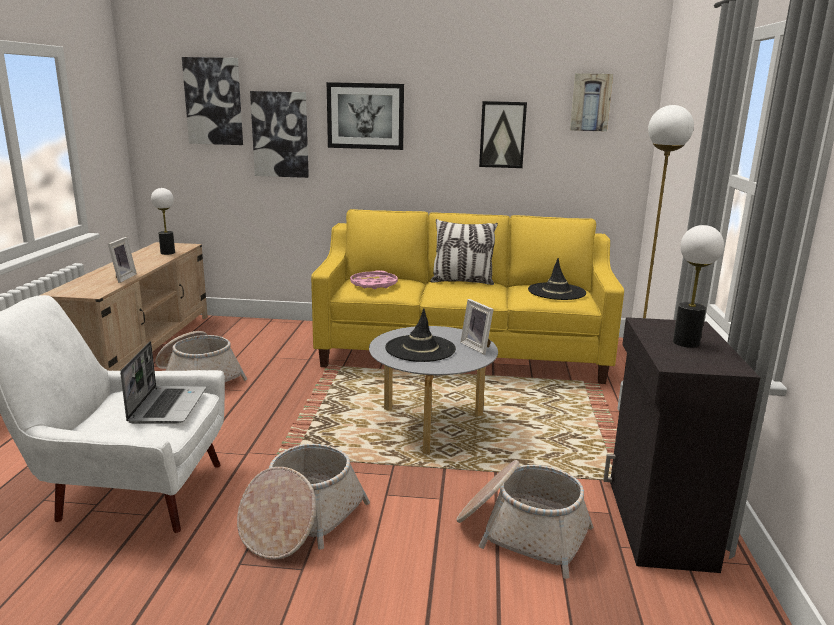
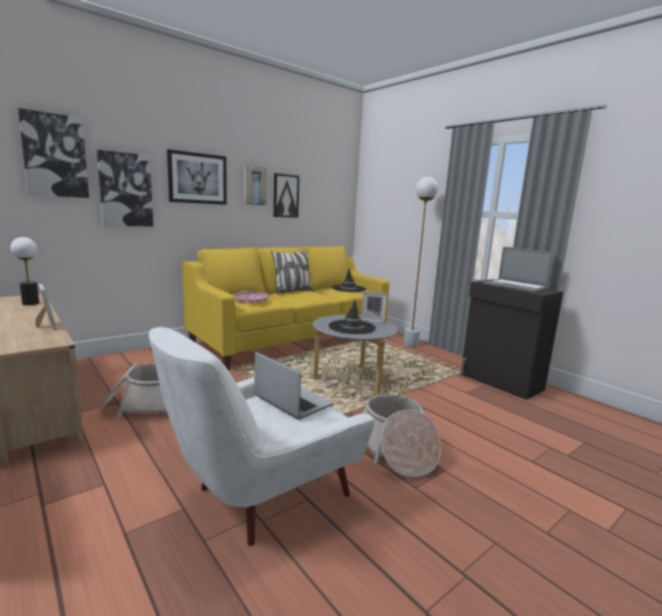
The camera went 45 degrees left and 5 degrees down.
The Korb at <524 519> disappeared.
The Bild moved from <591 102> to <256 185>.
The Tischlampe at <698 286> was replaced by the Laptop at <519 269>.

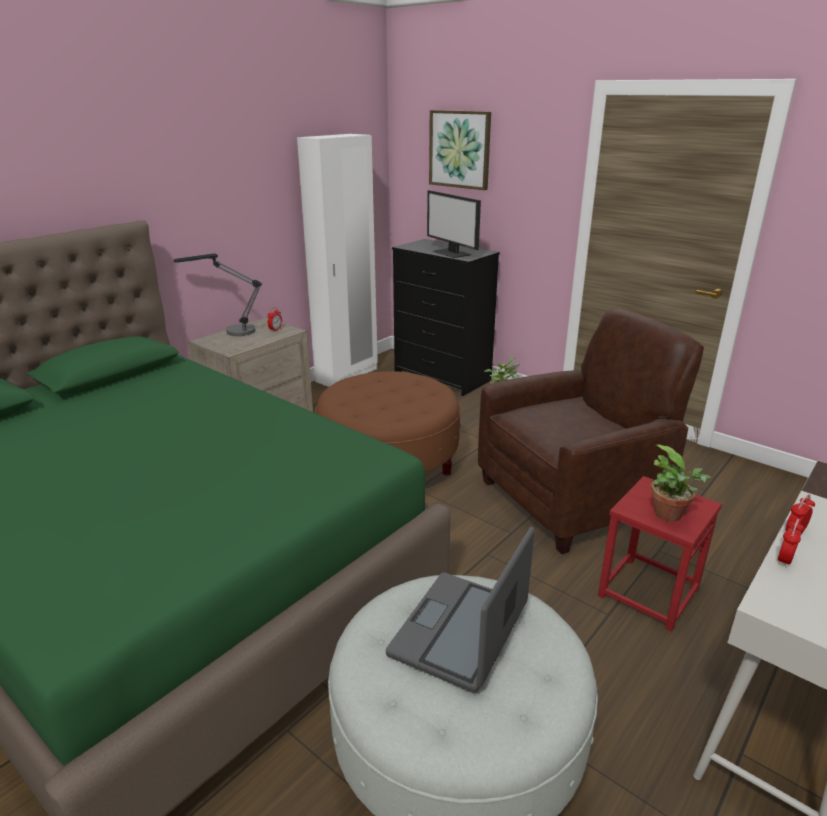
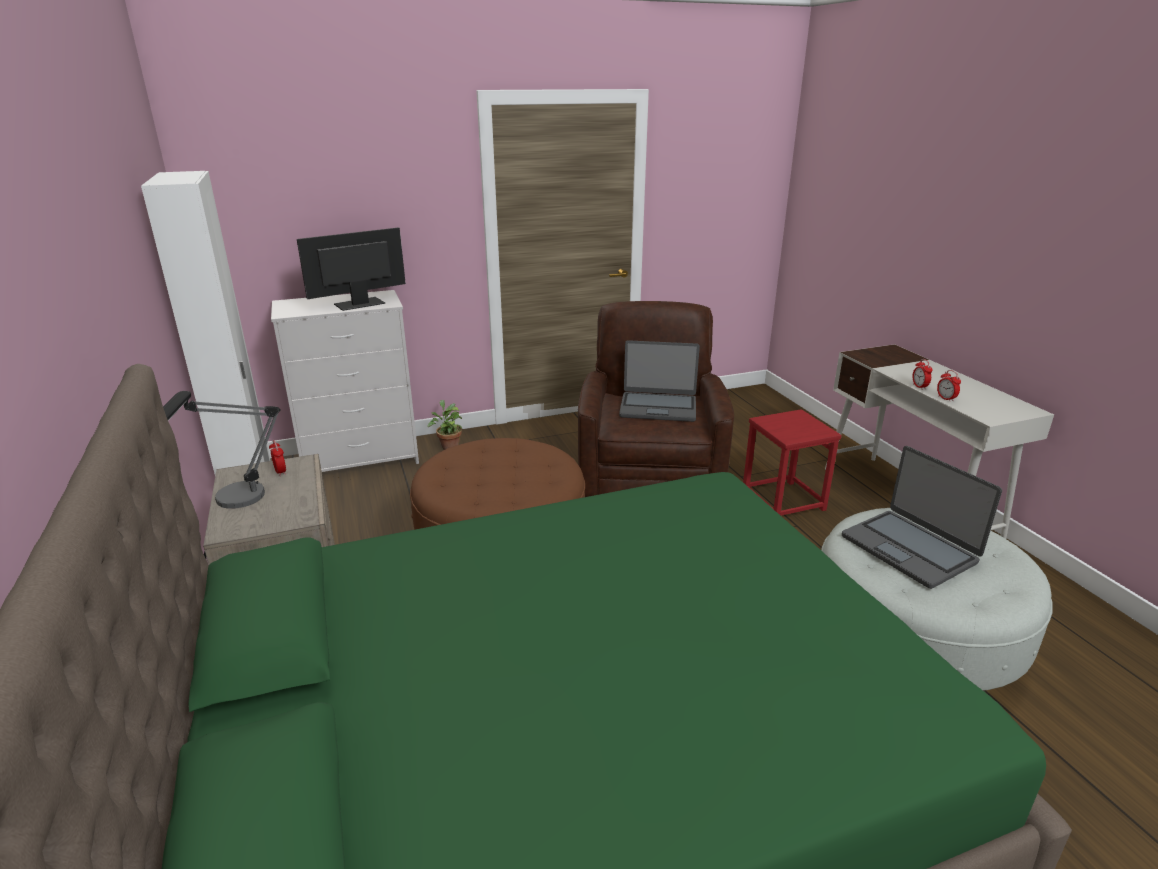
The camera went 60 degrees left and 0 degrees up.
The Bild at <460 150> disappeared.
The Topfpflanze at <680 483> disappeared.
The Laptop at <659 381> appeared.
The Kommode/schwarz at <446 317> became the Kommode/weiß at <345 381>.
The Monitor at <454 224> turned 150 degrees clockwise.

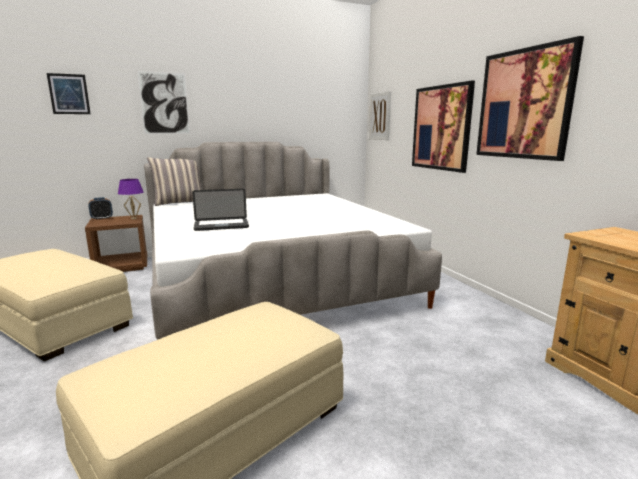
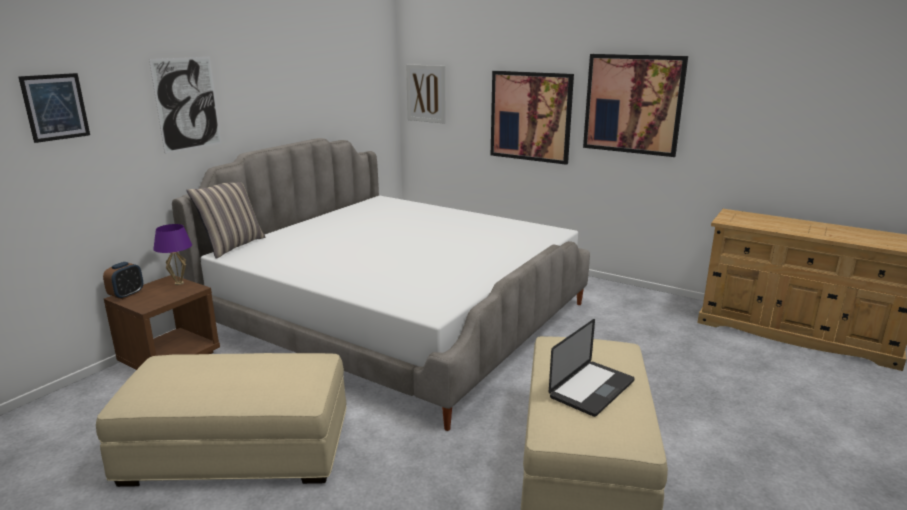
The camera went 35 degrees left and 5 degrees up.
The Laptop moved from <220 210> to <592 368>.

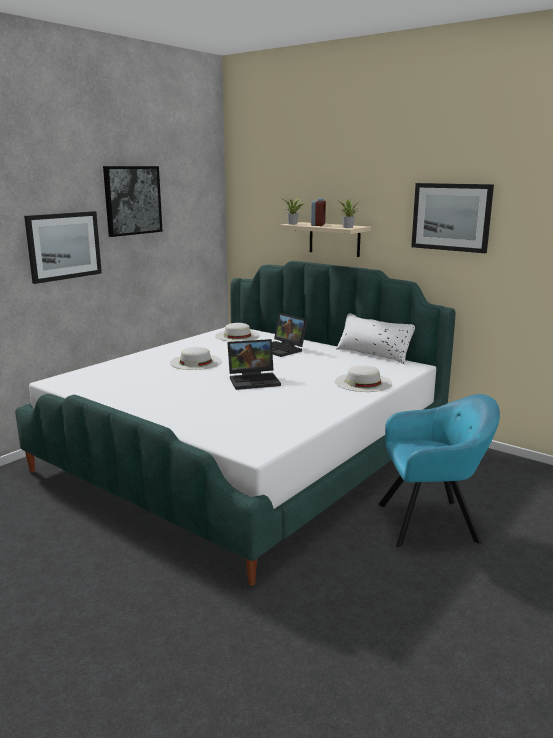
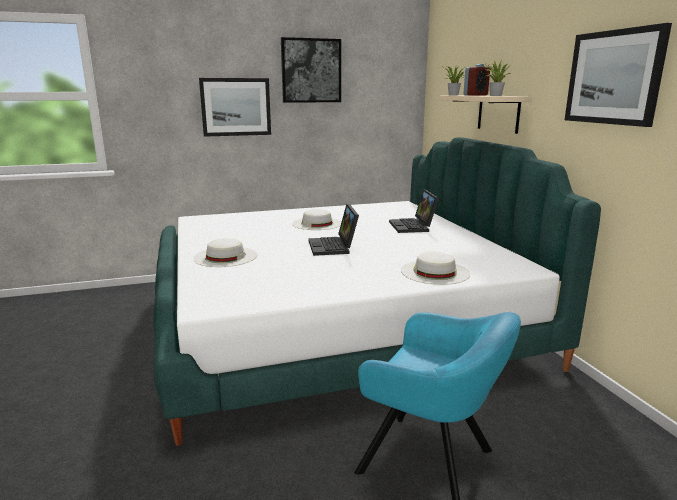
The camera went 35 degrees right and 0 degrees up.
The Kissen/weiß at <375 338> disappeared.
The Hut/weiß moved from <237 332> to <225 252>.
The Laptop at <254 364> turned 60 degrees clockwise.

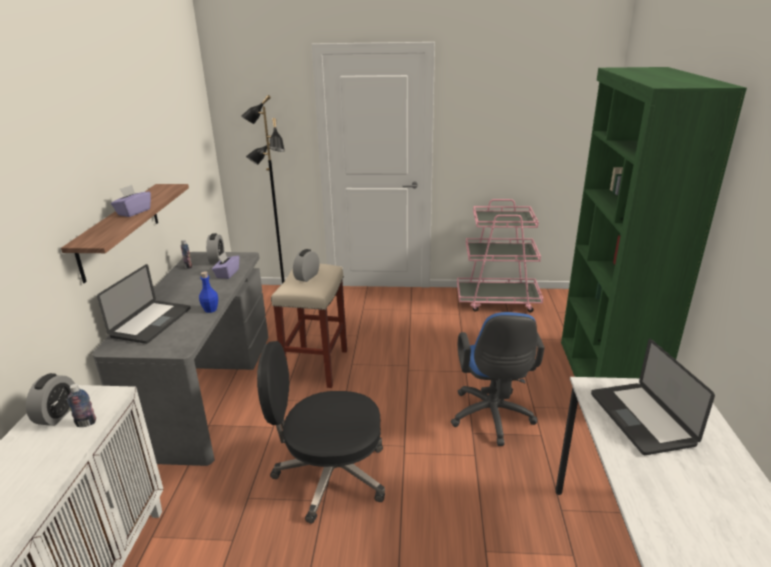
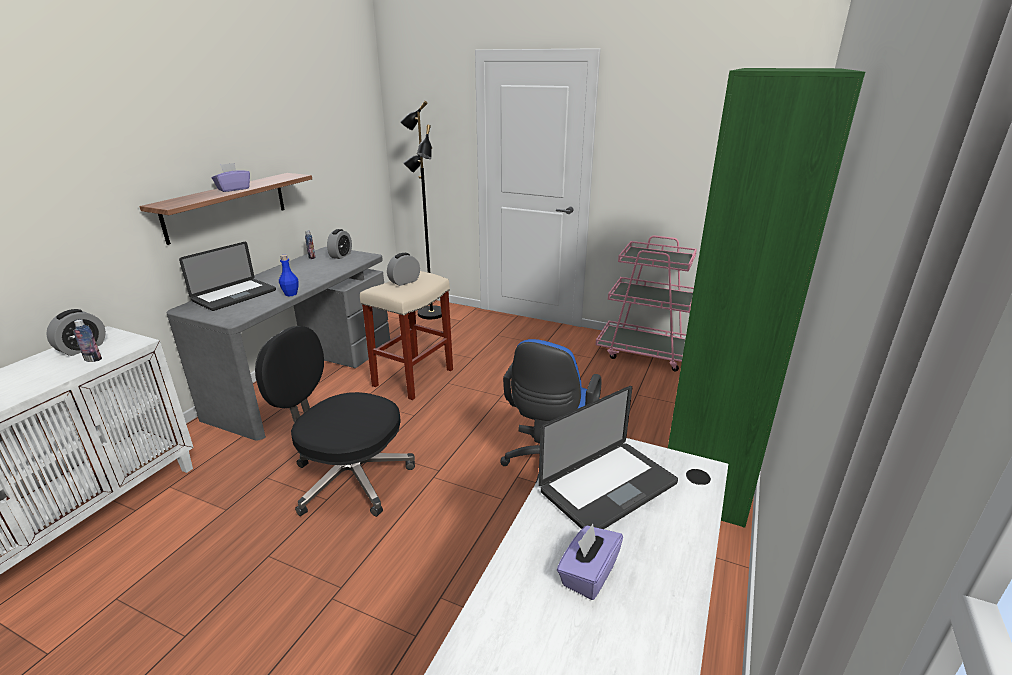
The camera went 20 degrees right and 0 degrees up.
The Taschentuchbox/lila moved from <225 265> to <590 562>.
The Laptop at <653 397> turned 135 degrees counterclockwise.

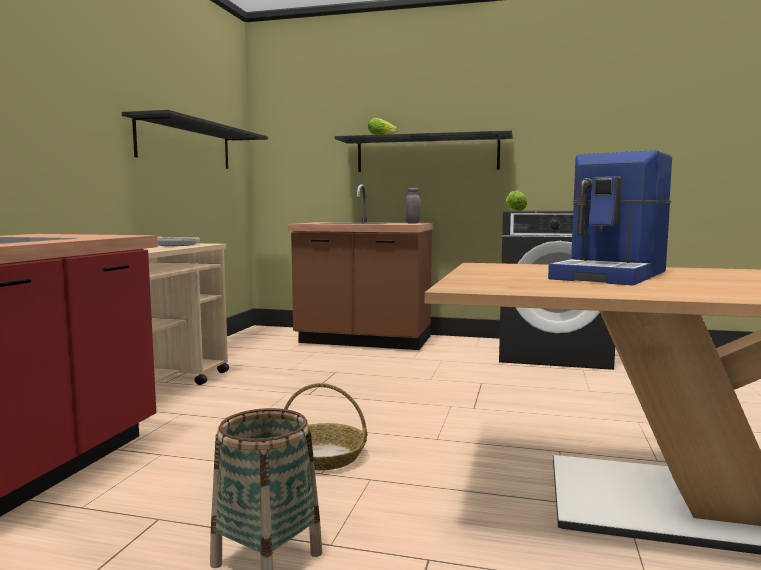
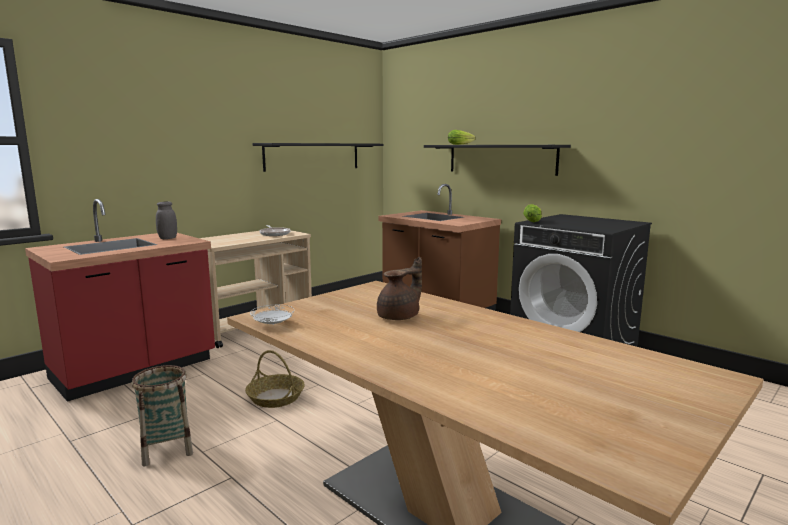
The camera went 30 degrees right and 5 degrees up.
The Teller/weiß at <272 315> appeared.
The Vorratsglas/grau moved from <413 206> to <166 220>.
The Kaffeemaschine at <610 217> was replaced by the Teekanne/braun at <399 288>.

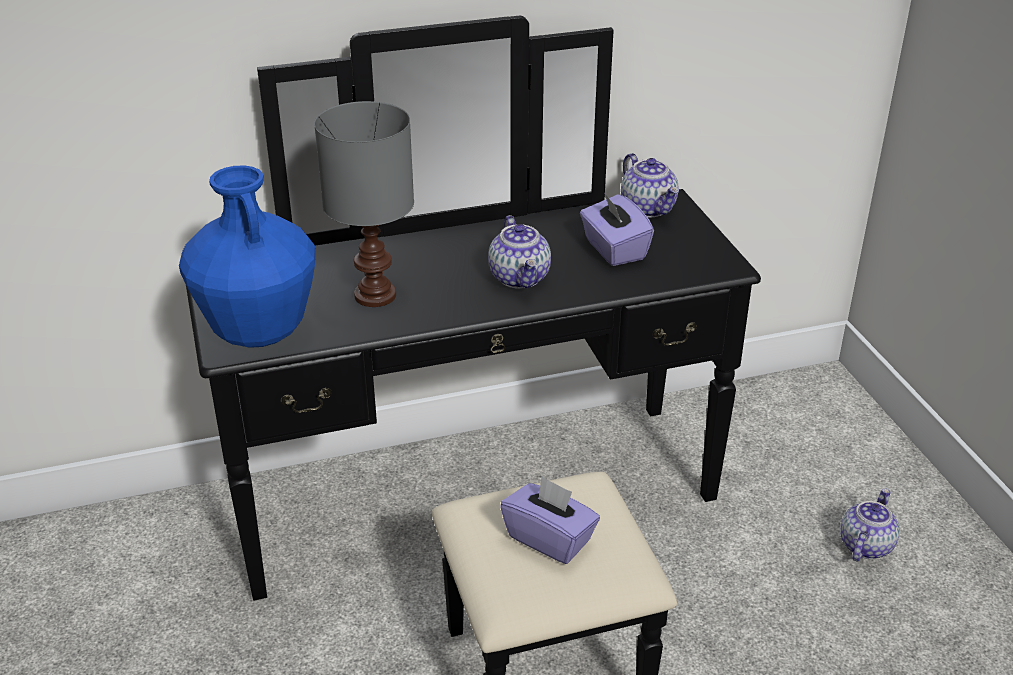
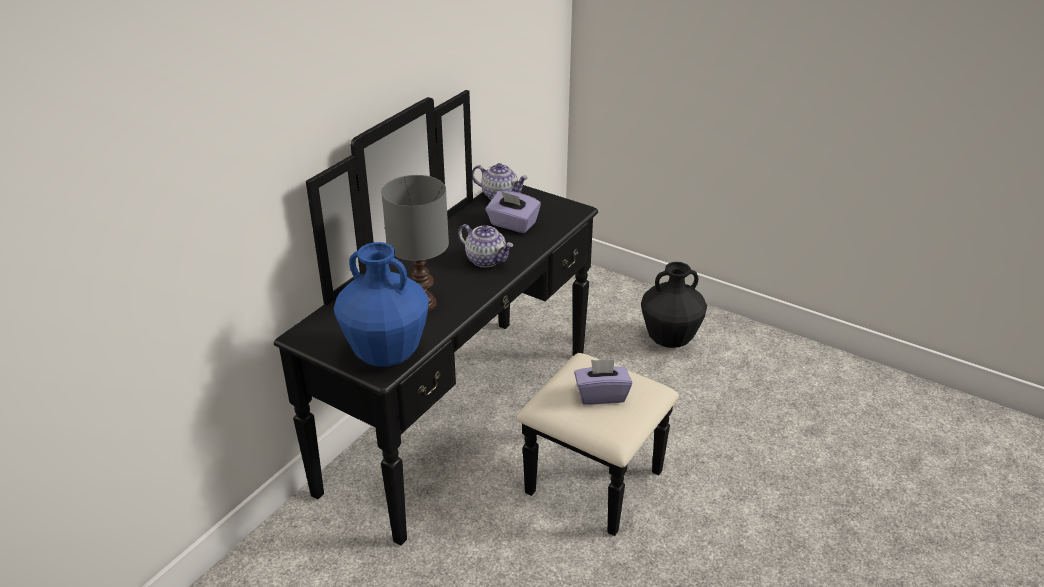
The camera went 40 degrees left and 0 degrees up.
The Teekanne at <870 525> was replaced by the Vase/schwarz at <674 305>.

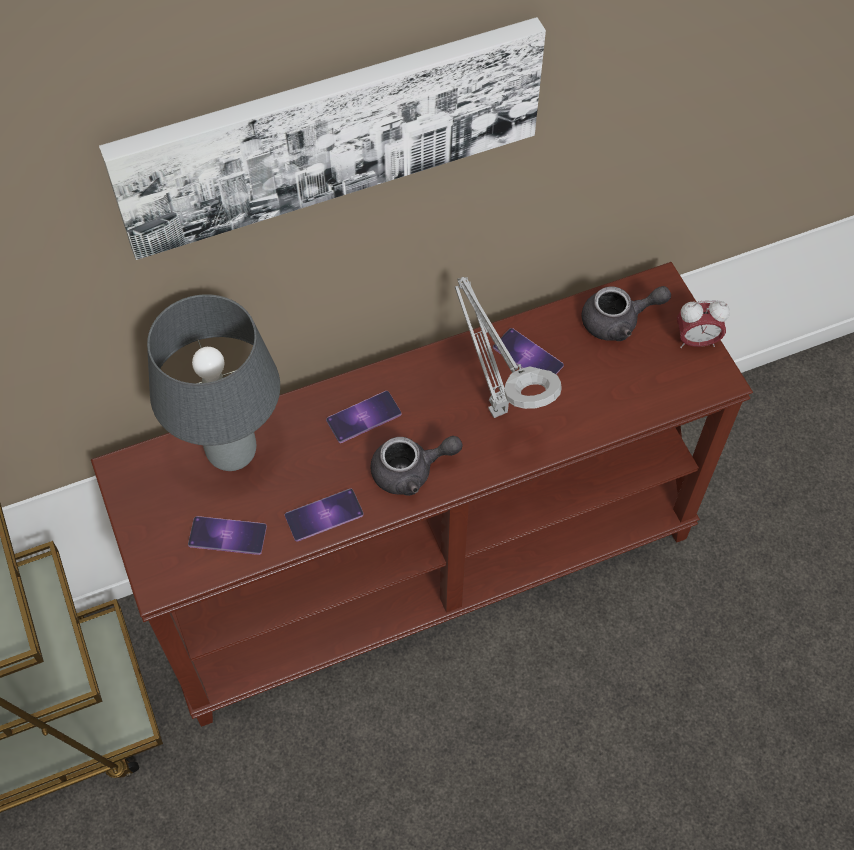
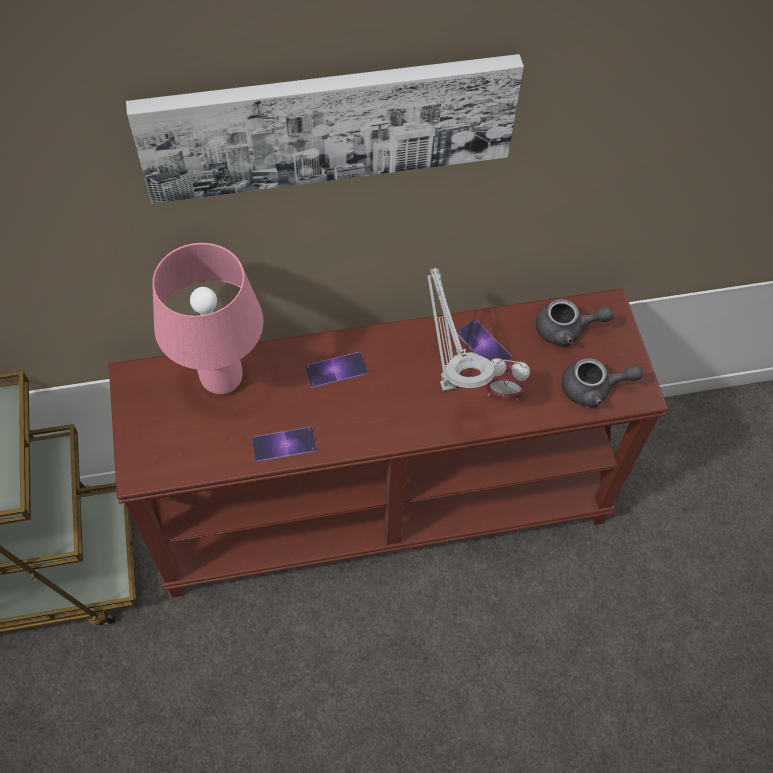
The camera went 10 degrees right and 0 degrees up.
The Handy at <227 535> disappeared.
The Teekanne/grau moved from <416 466> to <602 382>.
The Wecker moved from <703 324> to <507 379>.
The Tischlampe/grau at <213 382> became the Tischlampe/rosa at <208 318>.

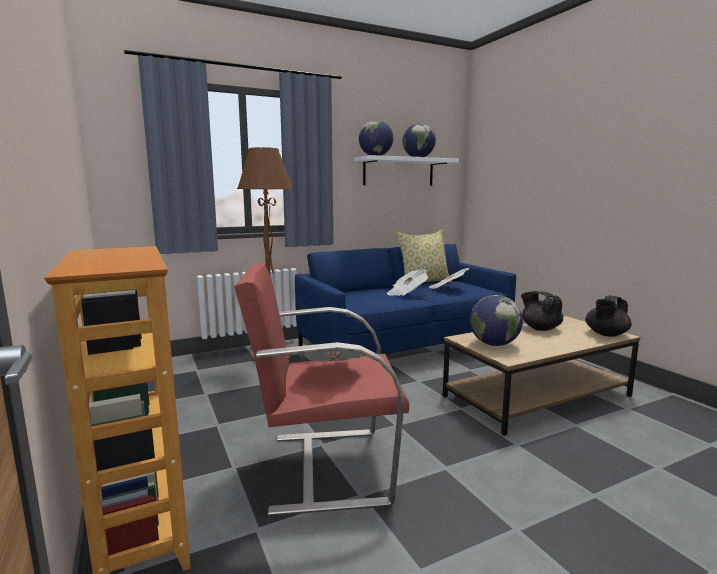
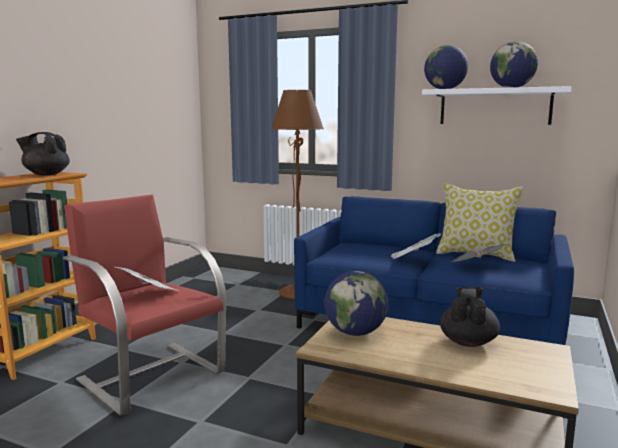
The camera went 50 degrees right and 0 degrees up.
The Teekanne/schwarz moved from <608 316> to <43 154>.

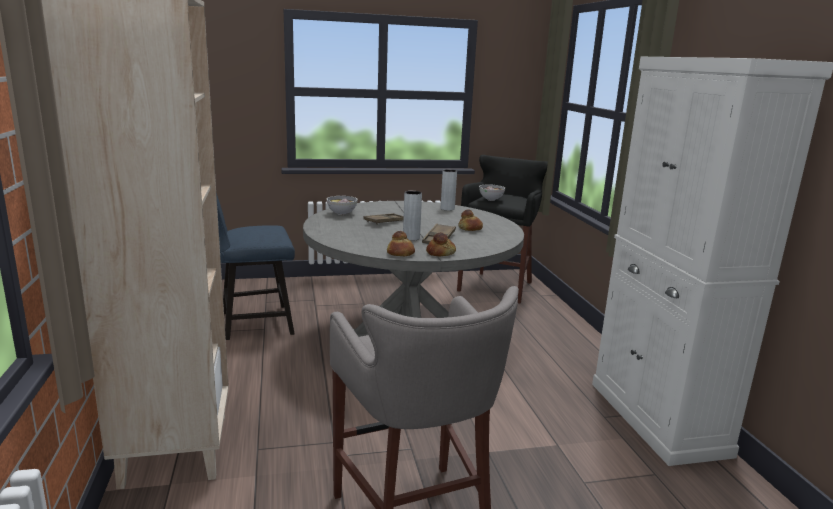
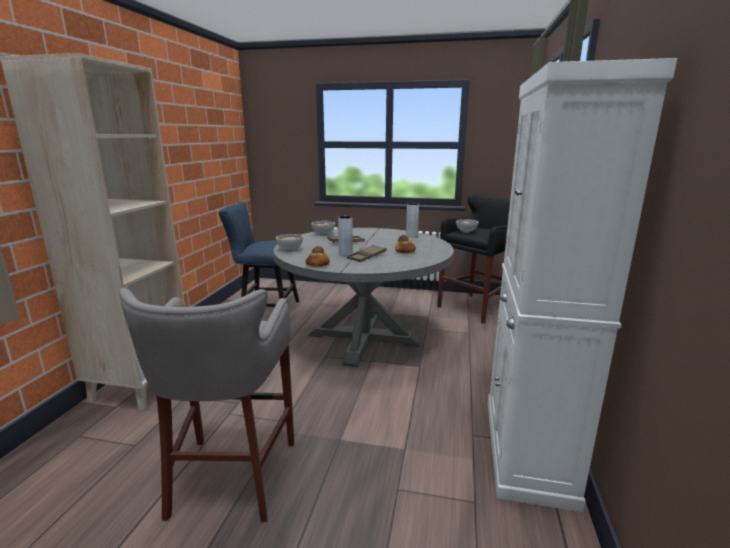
The camera went 25 degrees right and 0 degrees up.
The Brot at <441 244> disappeared.
The Schüssel at <289 242> appeared.

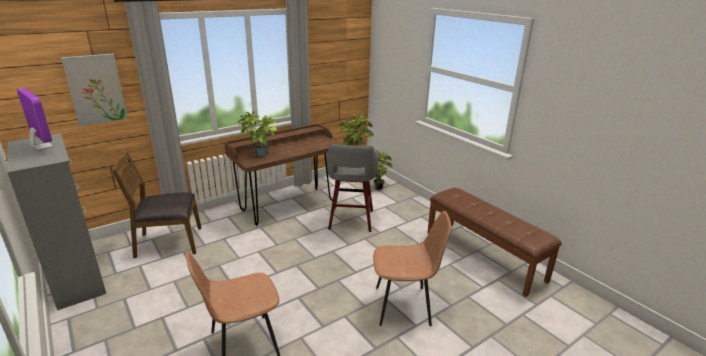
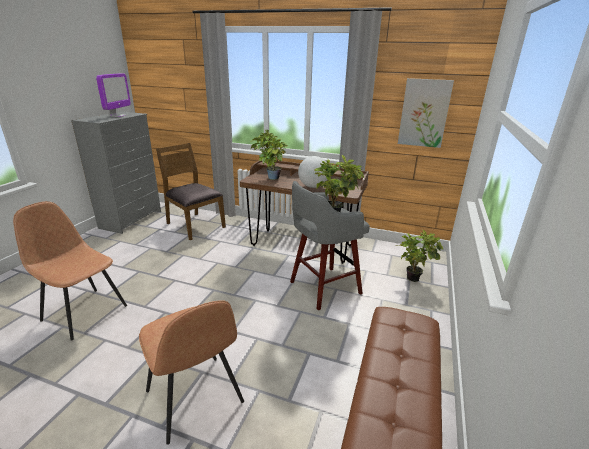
The camera went 55 degrees right and 0 degrees up.
The Globus at <312 172> appeared.
The Bild moved from <94 90> to <426 113>.

